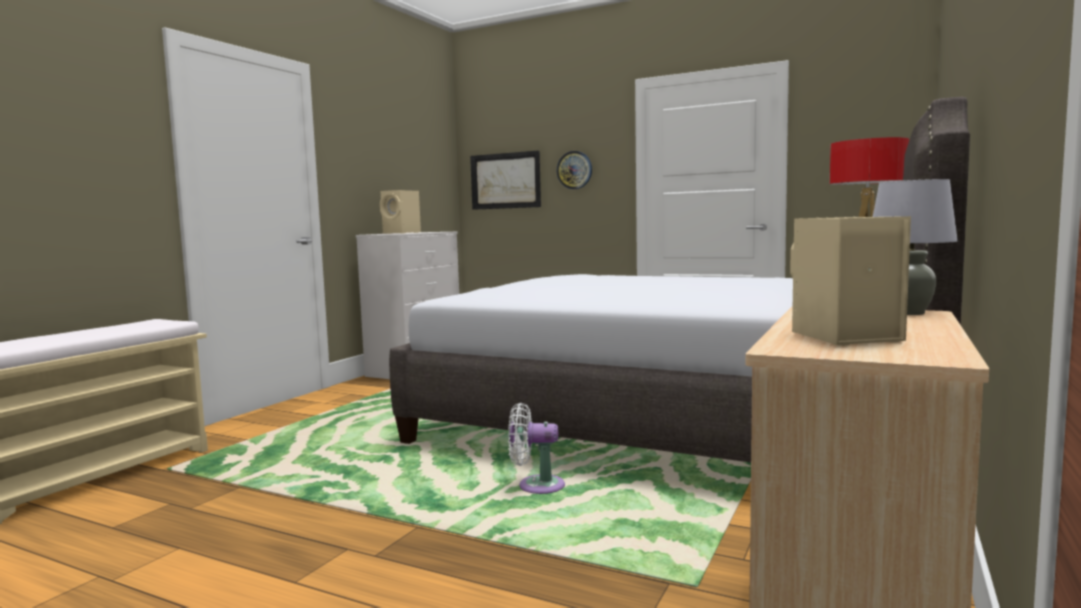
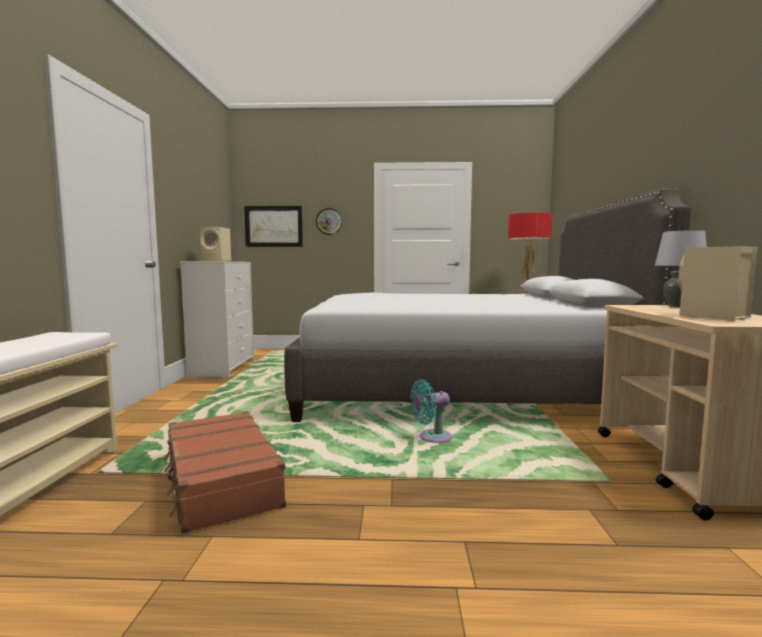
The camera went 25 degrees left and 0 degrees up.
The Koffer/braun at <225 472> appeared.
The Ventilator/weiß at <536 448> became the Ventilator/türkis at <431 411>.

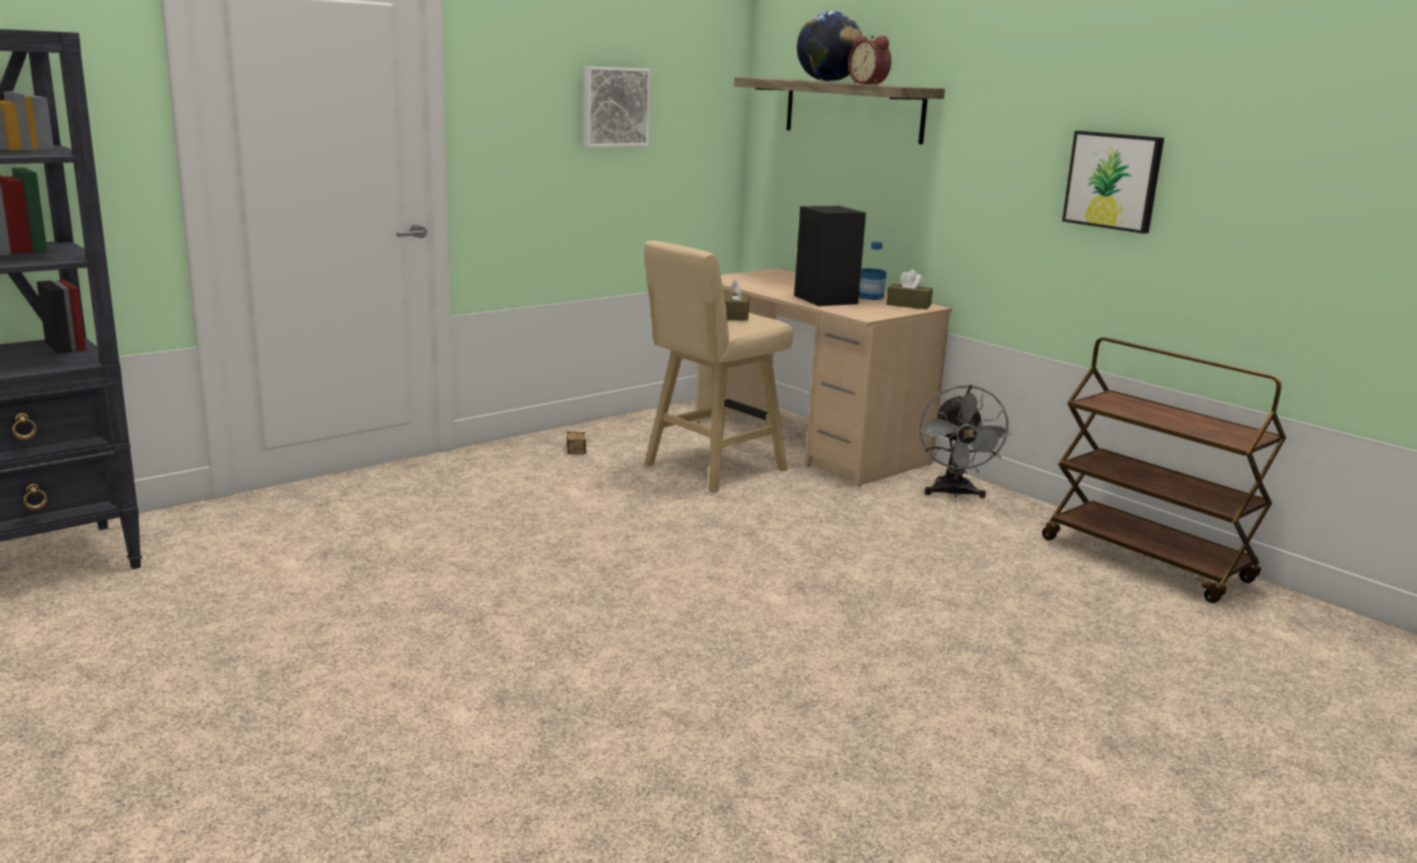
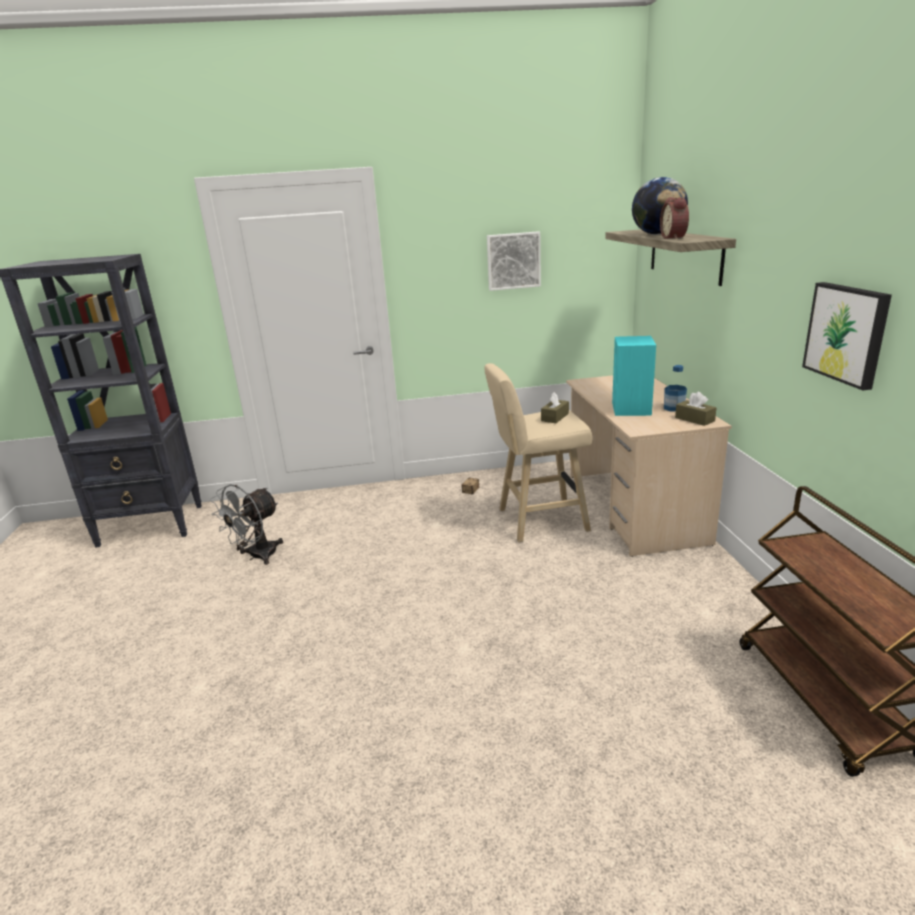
The camera went 35 degrees right and 5 degrees up.
The Ventilator/grau moved from <965 441> to <246 524>.
The Lautsprecher/schwarz at <830 256> became the Lautsprecher/türkis at <634 376>.

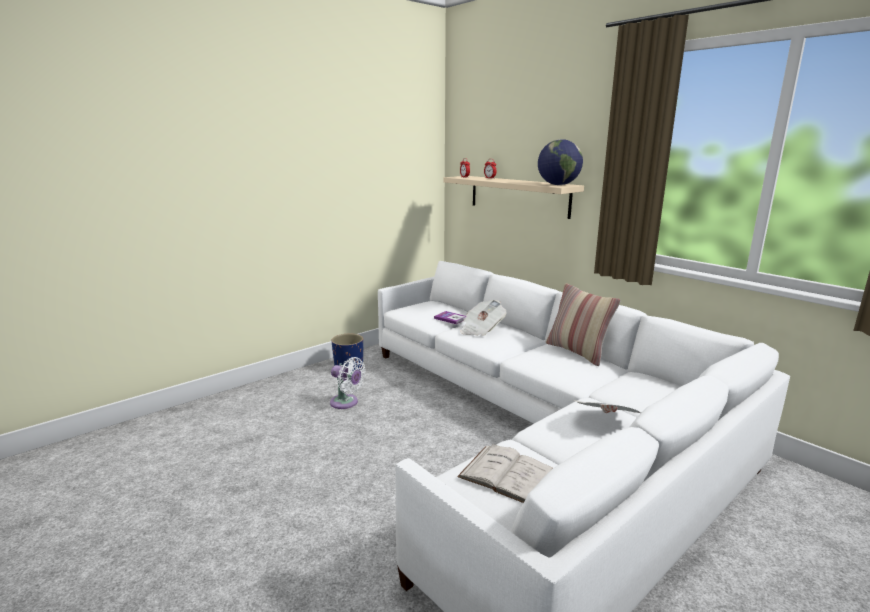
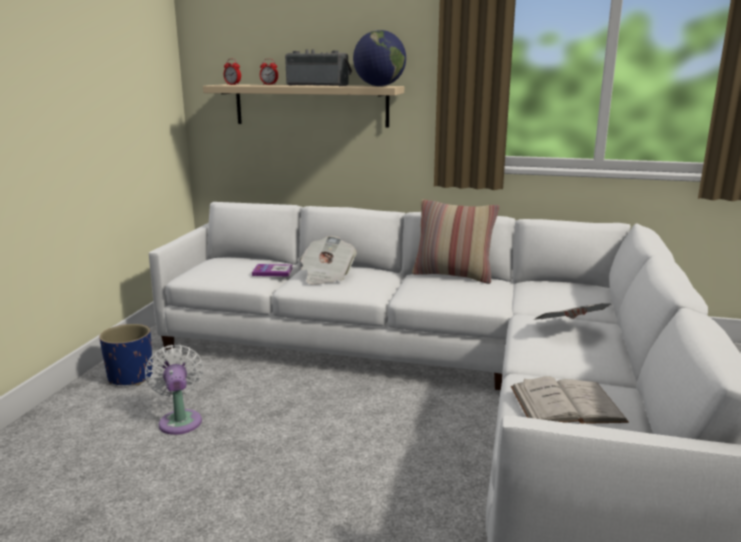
The camera went 35 degrees left and 0 degrees up.
The Radio at <318 67> appeared.
The Ventilator/weiß at <348 383> turned 105 degrees counterclockwise.

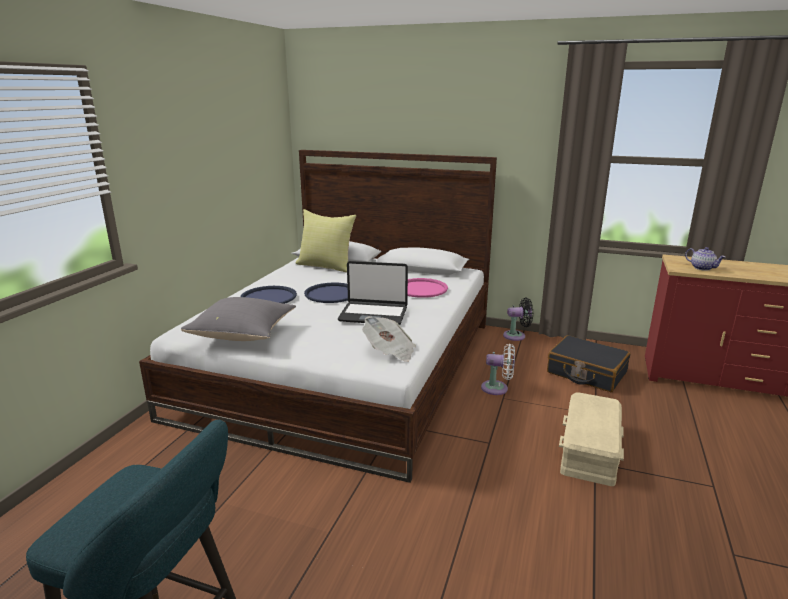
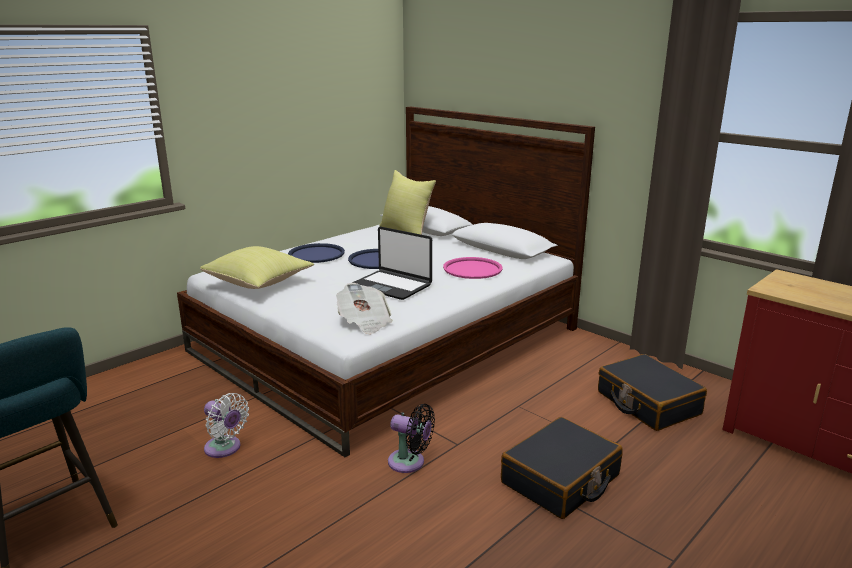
The camera went 25 degrees right and 0 degrees up.
The Teekanne at <705 259> disappeared.
The Ventilator/weiß moved from <498 369> to <226 425>.
The Ventilator/schwarz moved from <518 319> to <411 438>.
The Aufbewahrungsbox/beige at <591 439> was replaced by the Koffer/schwarz at <561 468>.
The Kissen/grau at <238 319> became the Kissen/gelb at <257 267>.

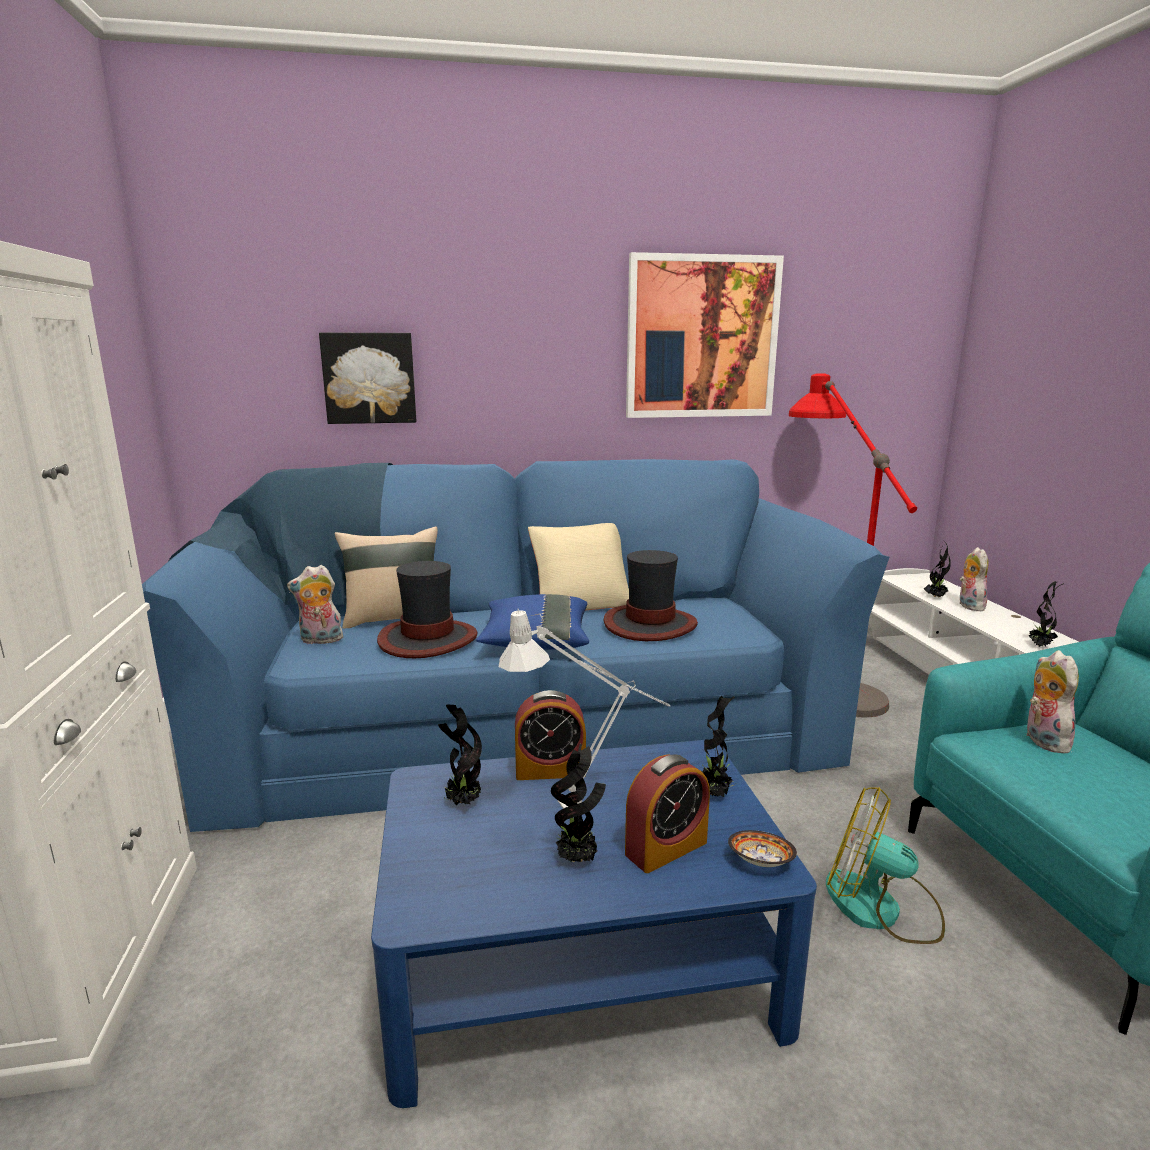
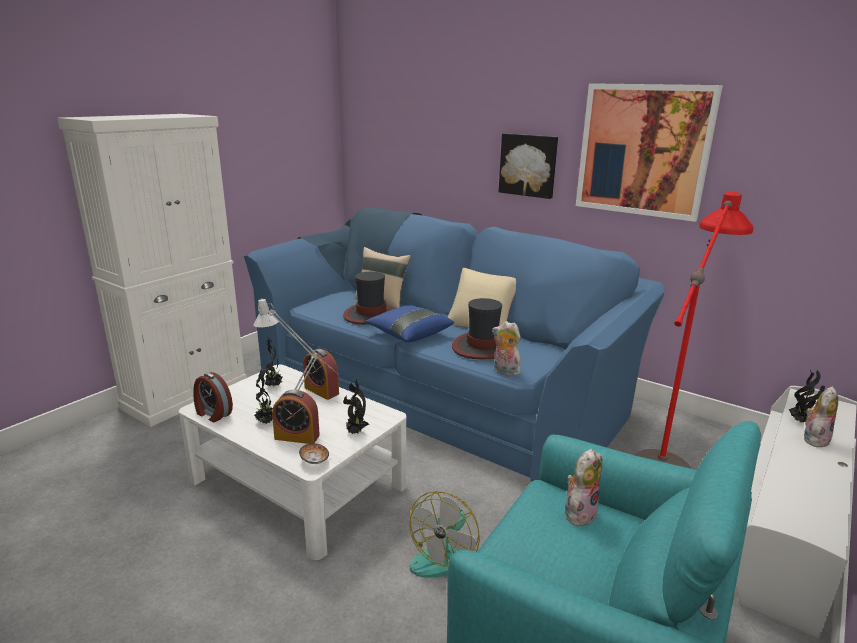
The camera went 45 degrees right and 5 degrees up.
The Topfpflanze at <1046 614> disappeared.
The Wecker at <213 397> appeared.
The Plüschtier moved from <315 604> to <506 348>.
The Bild moved from <367 378> to <528 166>.
The Couchtisch/blau at <594 924> became the Couchtisch/weiß at <293 462>.
The Ventilator at <885 865> turned 135 degrees counterclockwise.

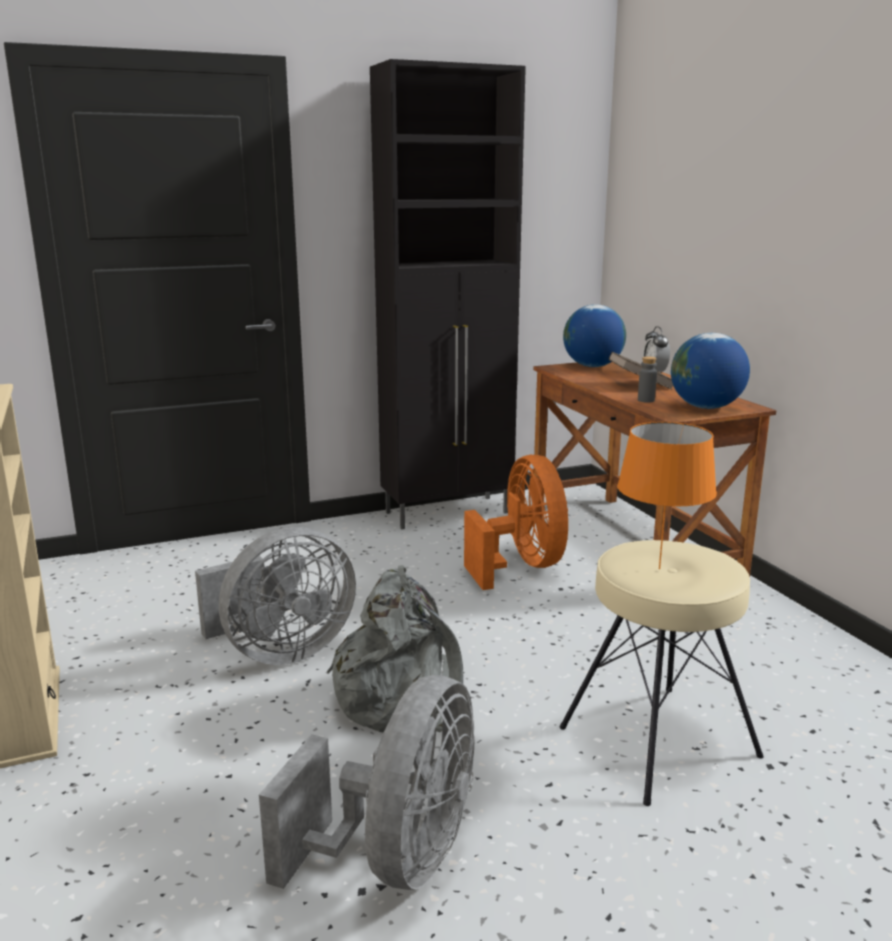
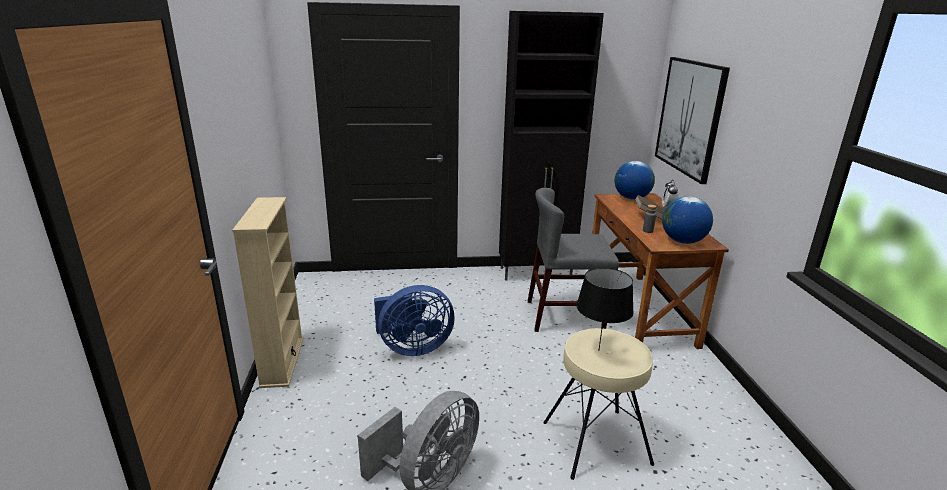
The camera went 15 degrees right and 5 degrees up.
The Rucksack/grau at <395 649> disappeared.
The Bild at <692 120> appeared.
The Ventilator/orange at <516 522> was replaced by the Stuhl/grau at <573 260>.
The Ventilator/grau at <275 596> became the Ventilator/blau at <414 320>.
The Tischlampe/orange at <667 495> became the Tischlampe/schwarz at <605 308>.

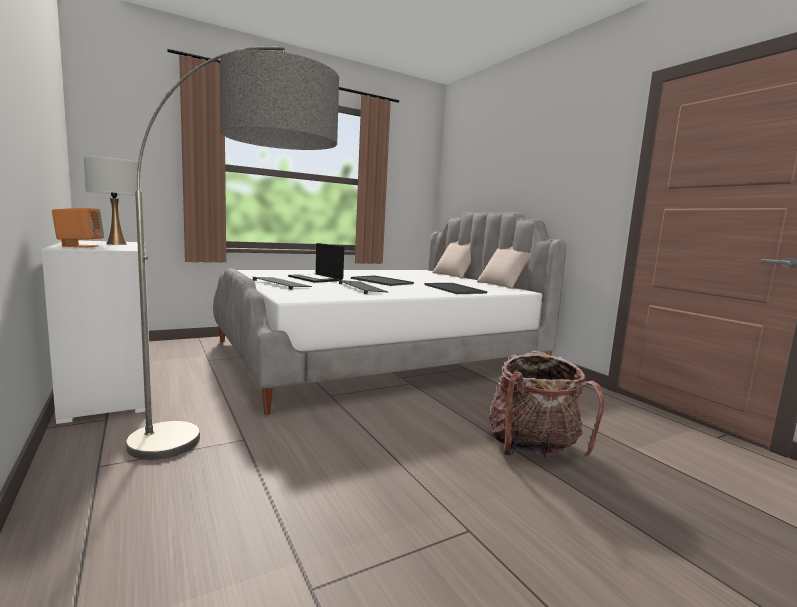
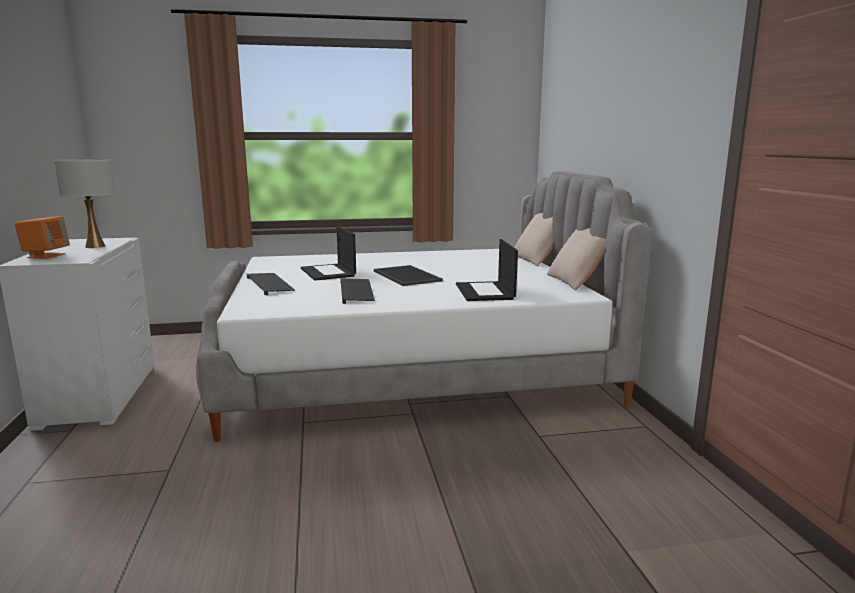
The camera went 20 degrees right and 5 degrees up.
The Stehlampe at <232 253> disappeared.
The Rucksack at <547 404> disappeared.
The Tablett at <455 288> was replaced by the Laptop at <487 270>.

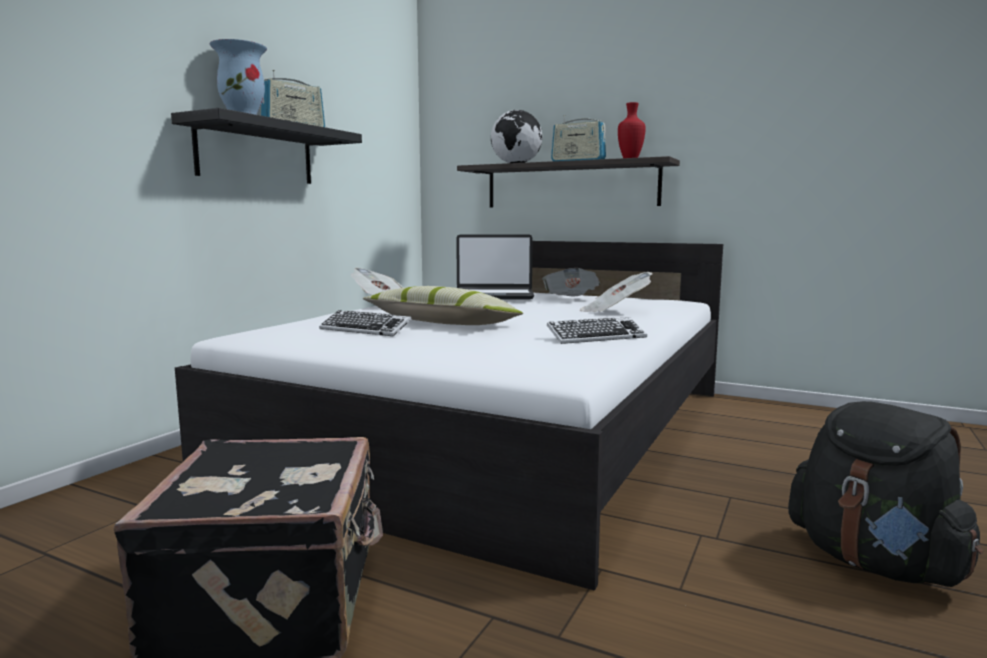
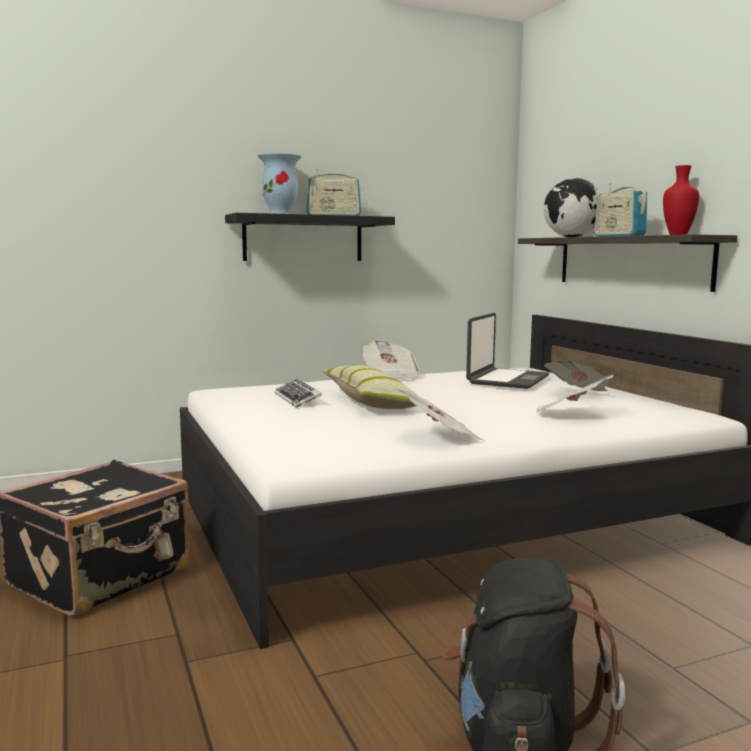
The camera went 40 degrees right and 0 degrees up.
The Tastatur at <597 330> was replaced by the Zeitung at <439 414>.
The Laptop at <495 267> turned 105 degrees counterclockwise.

